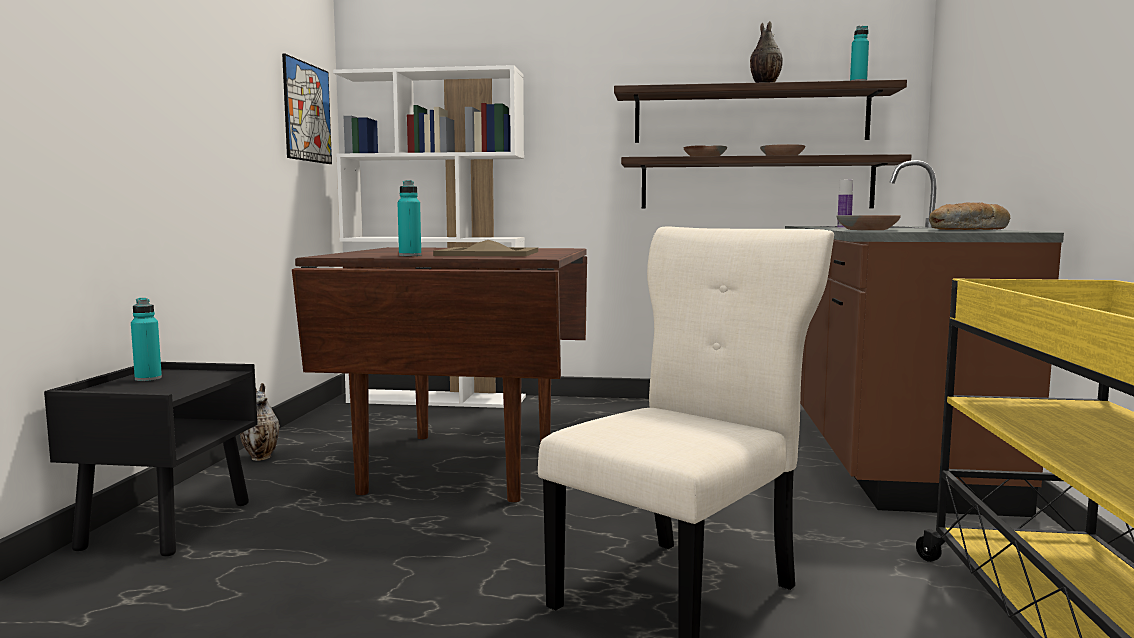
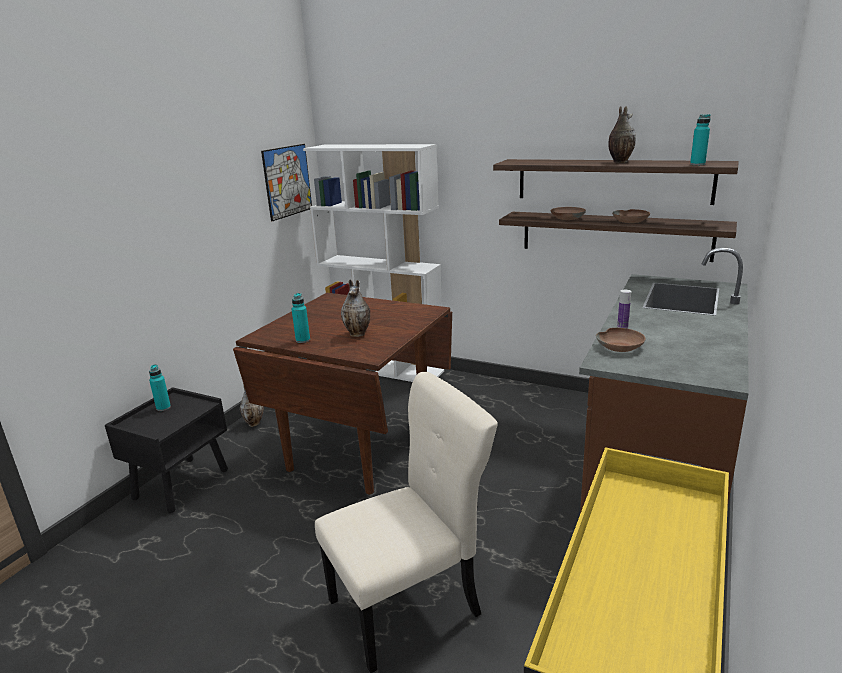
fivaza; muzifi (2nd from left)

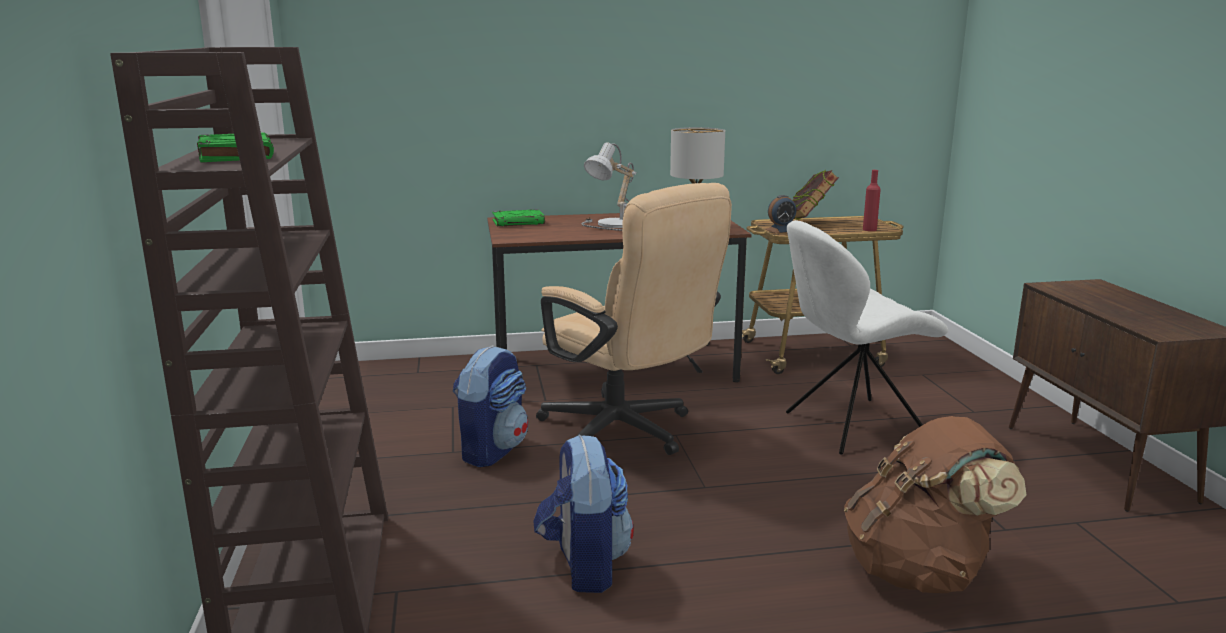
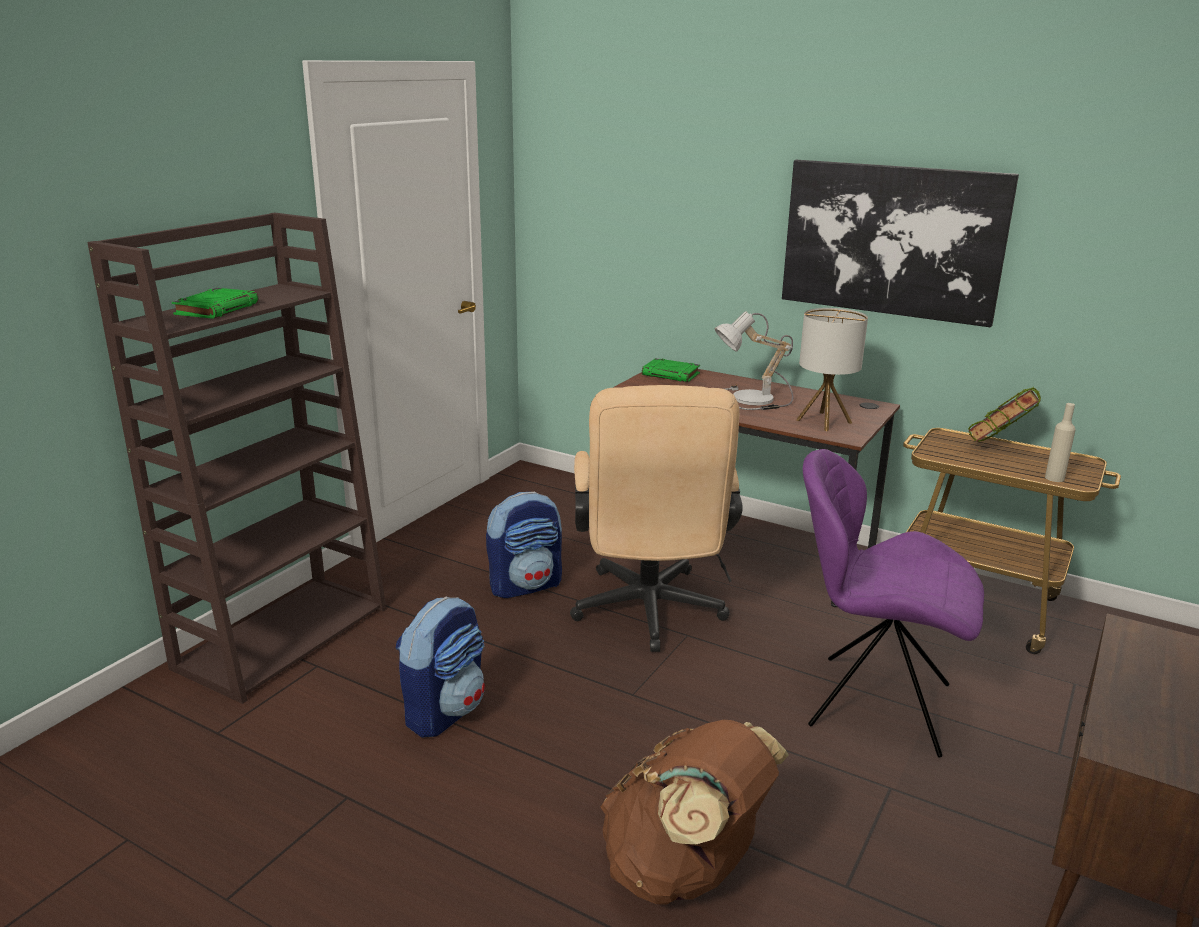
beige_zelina; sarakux; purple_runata; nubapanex

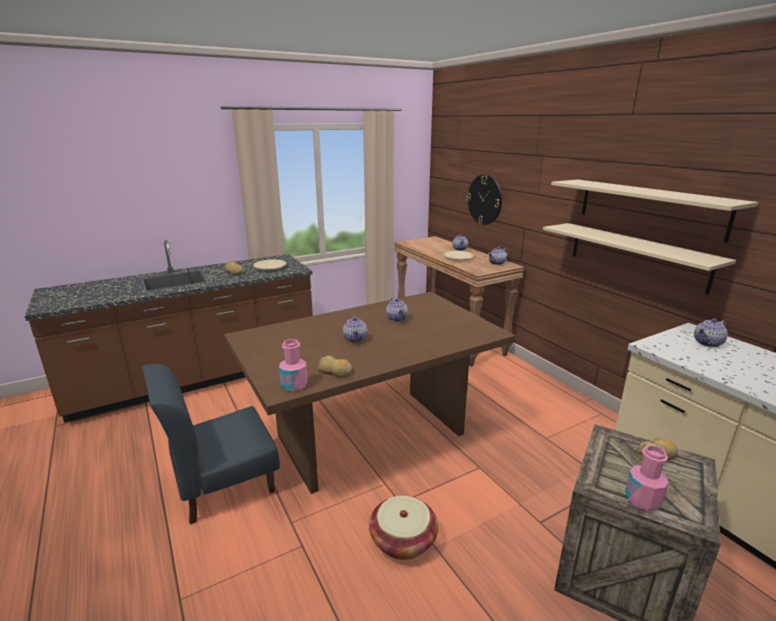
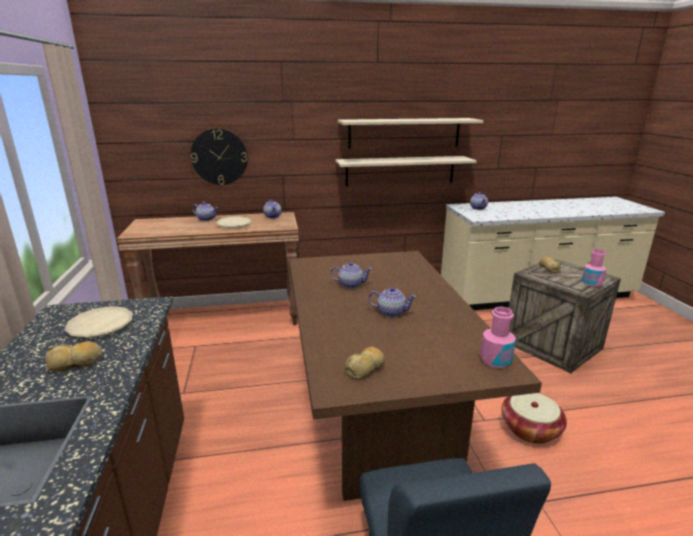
fivaza (2nd from left)

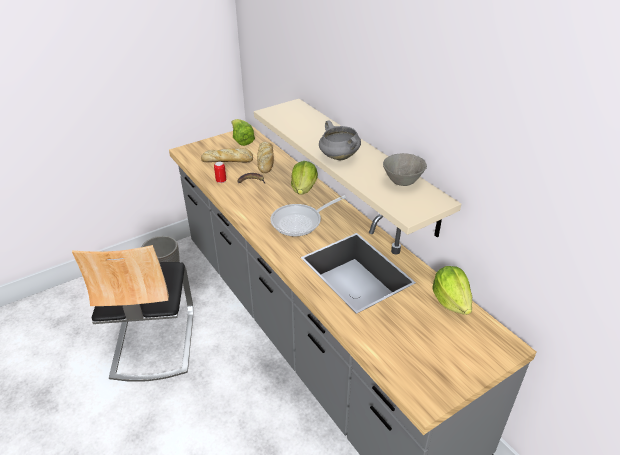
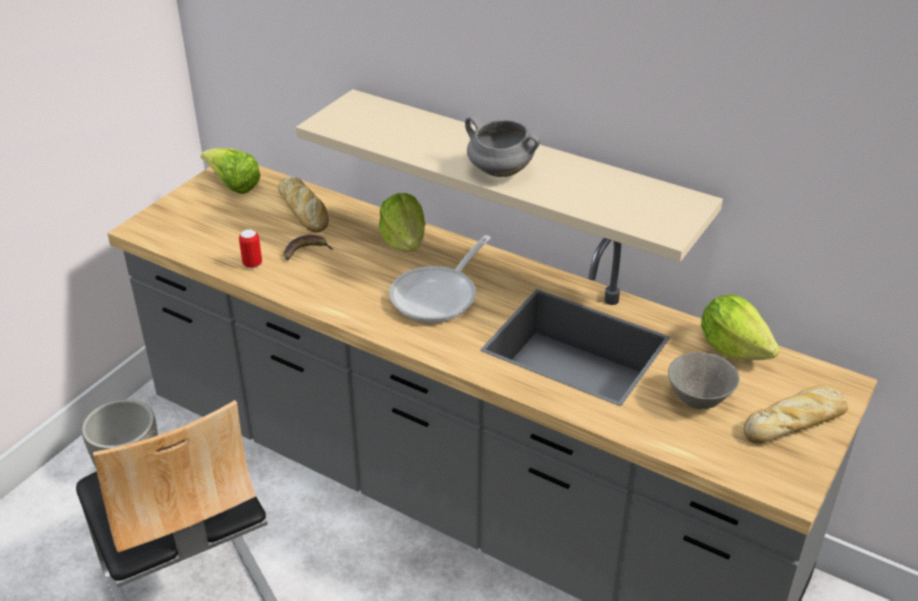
fivaza (2nd from left); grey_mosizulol

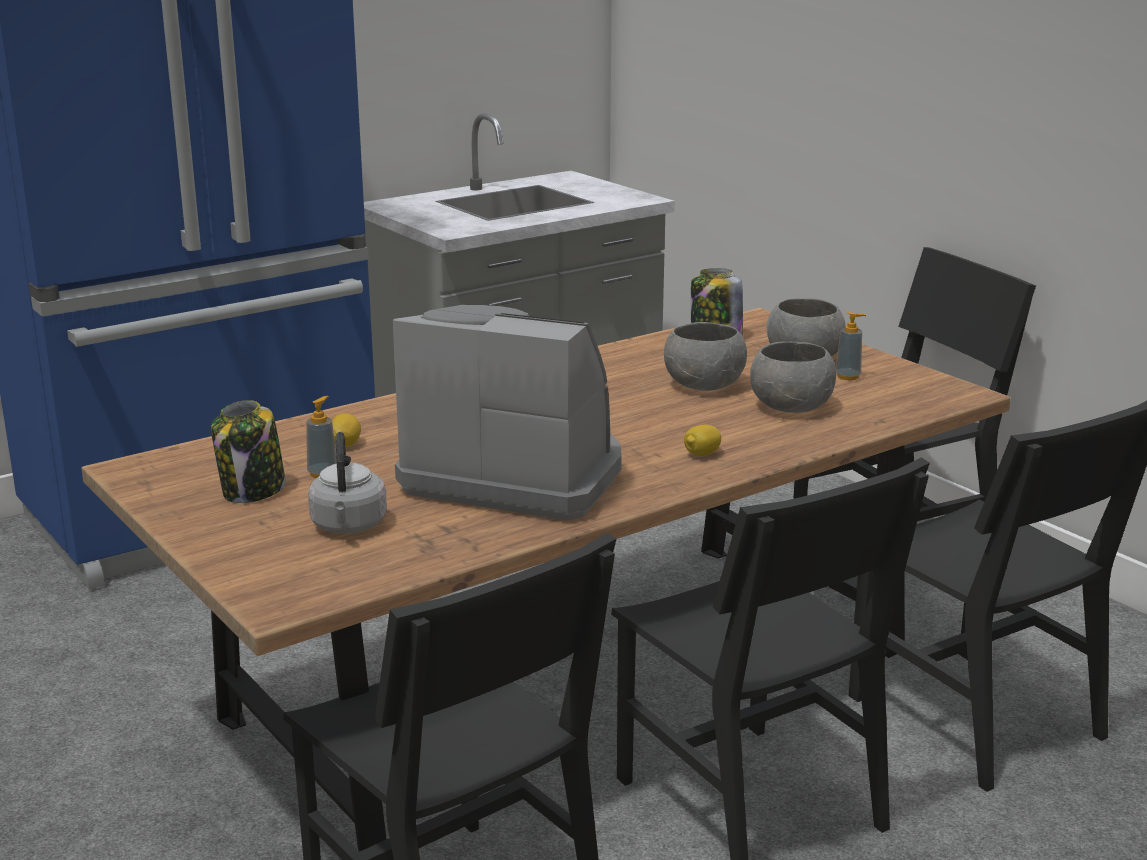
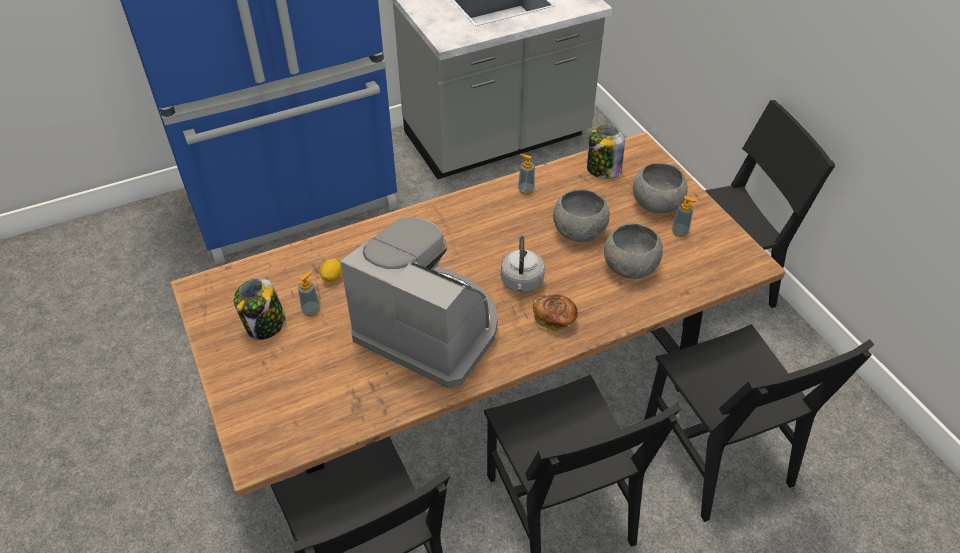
fivaza; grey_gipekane; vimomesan (2nd from left)

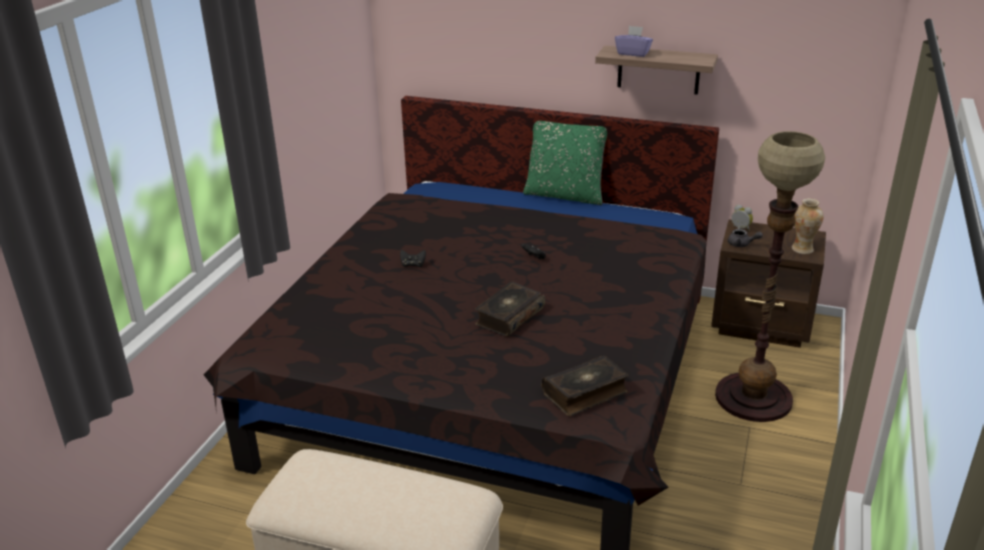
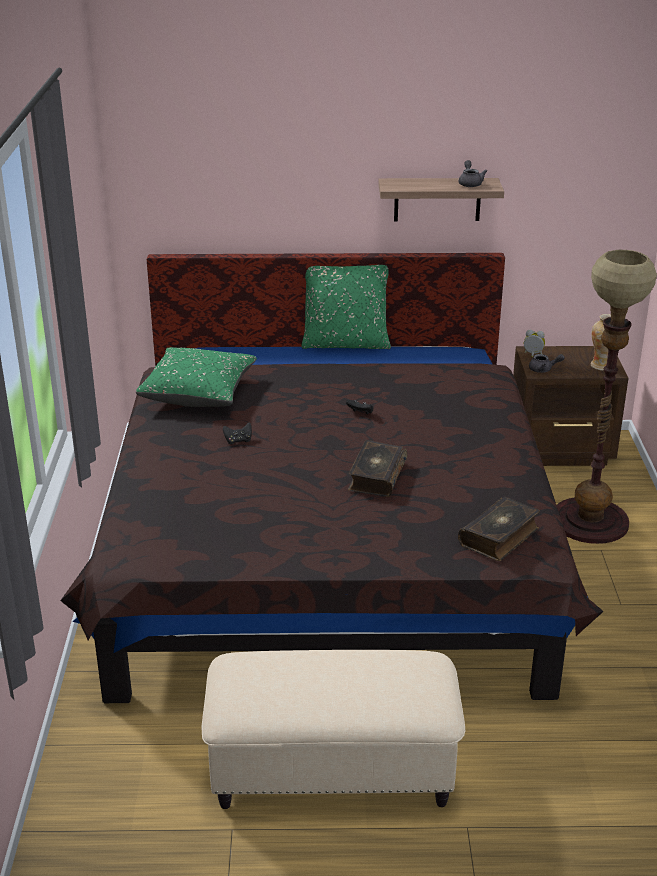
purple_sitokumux; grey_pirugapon (1st from left); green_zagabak (1st from left)

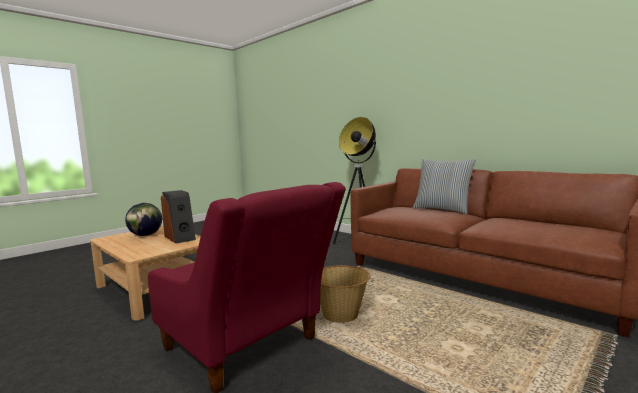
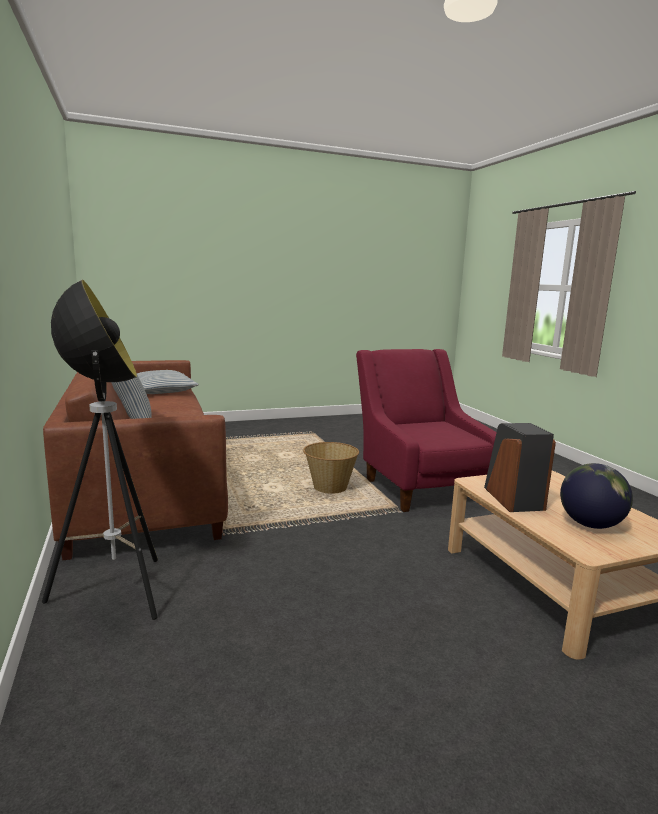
zagabak (2nd from left)

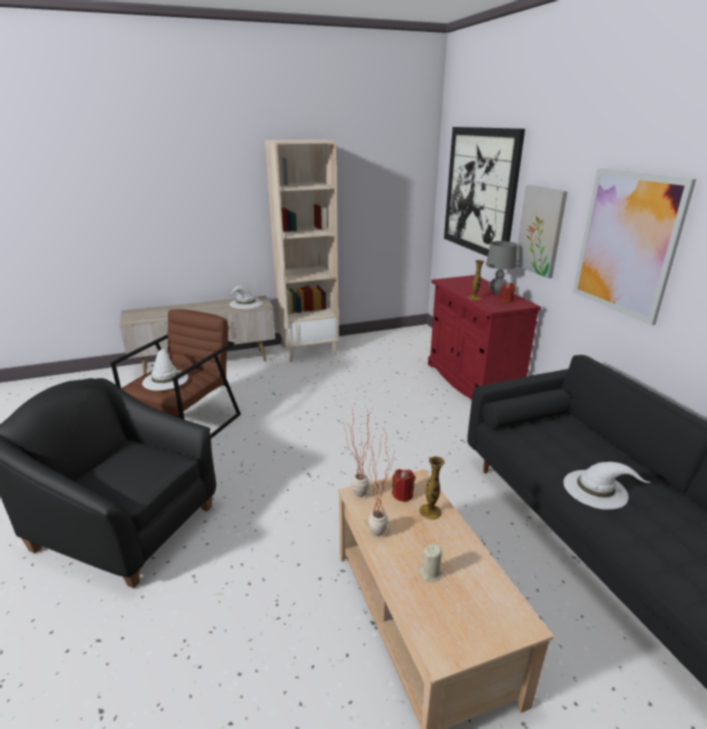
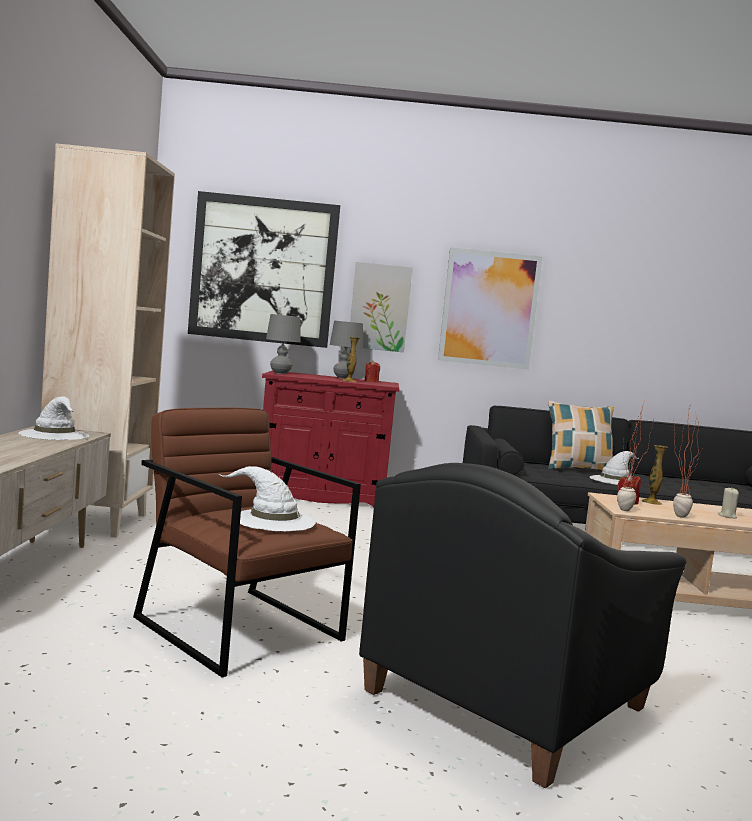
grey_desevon (1st from left); zagabak

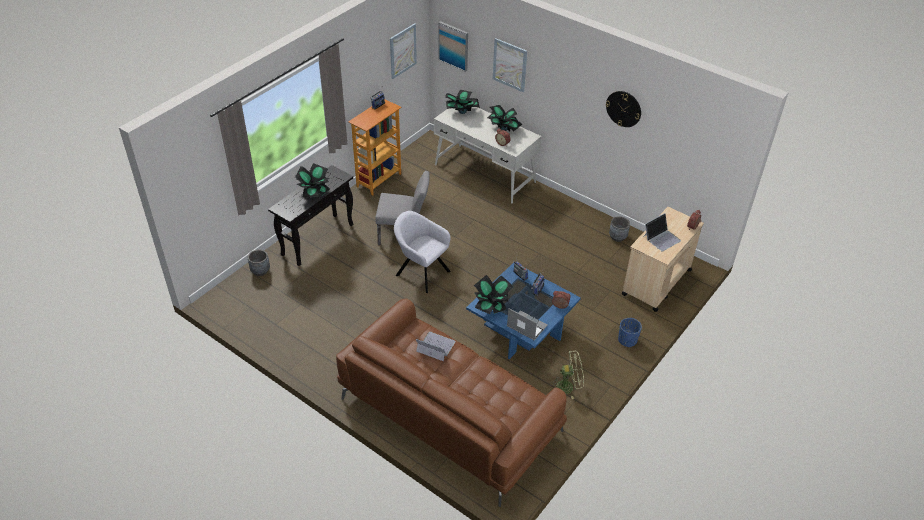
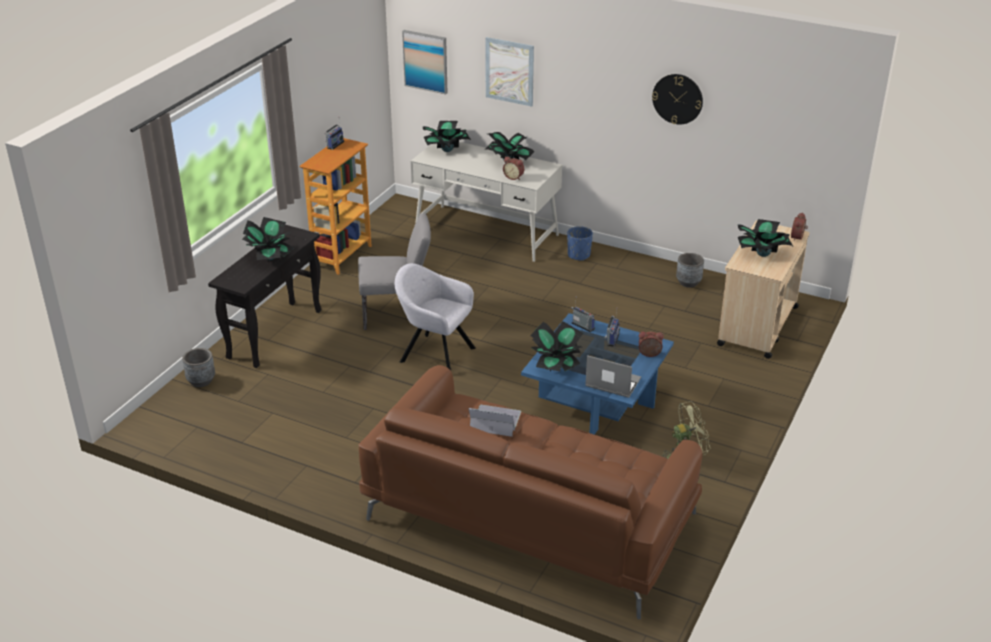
nubapanex (1st from left in the first image); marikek (5th from left); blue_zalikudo

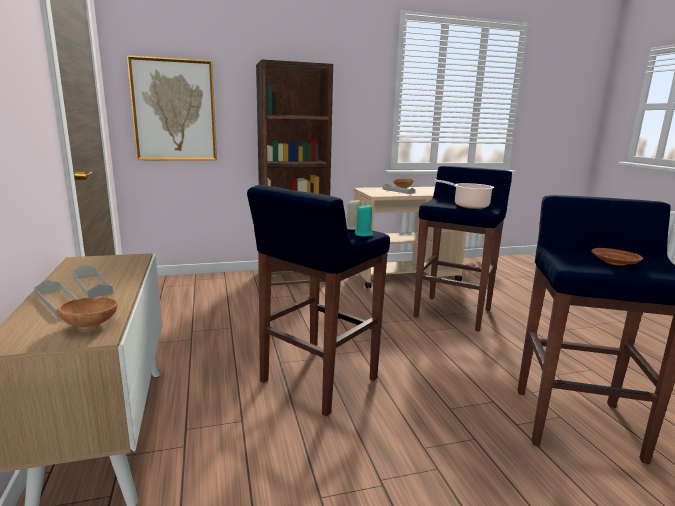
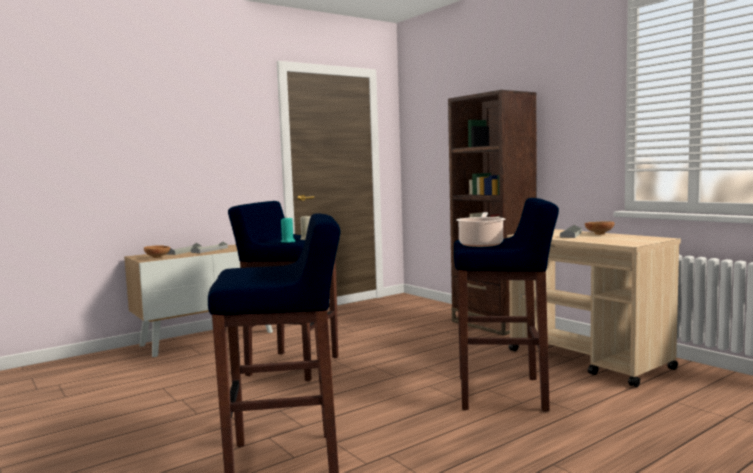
nubapanex; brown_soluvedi

